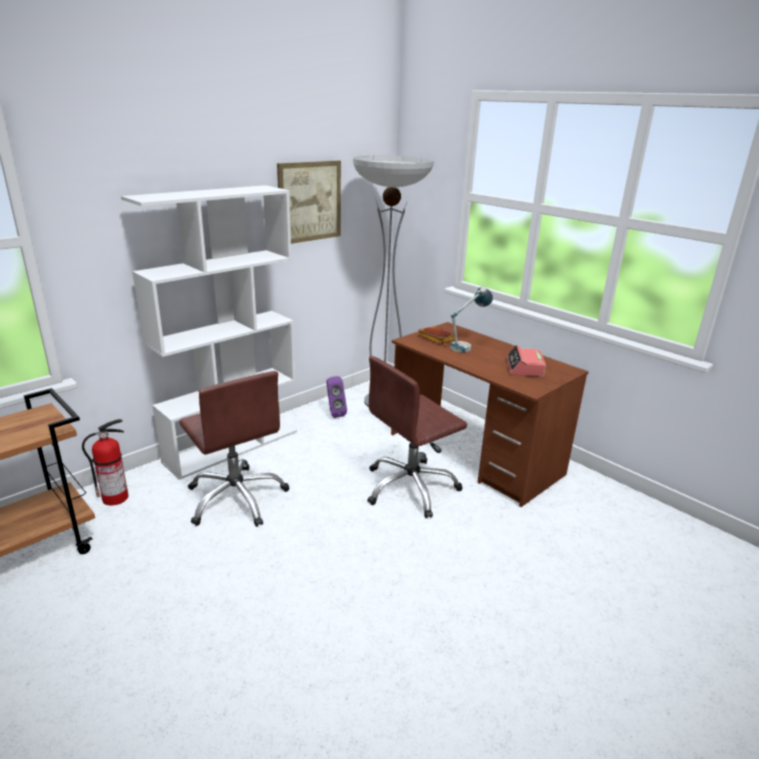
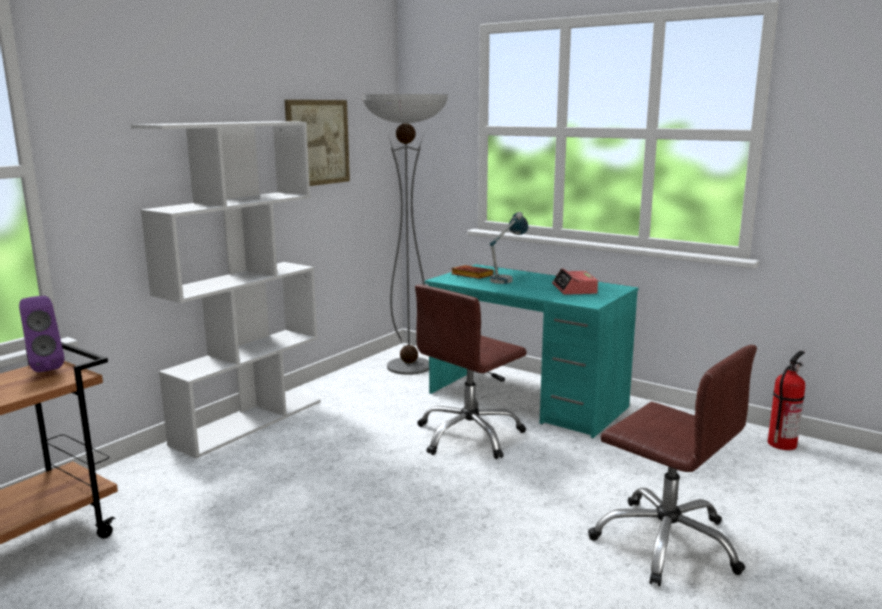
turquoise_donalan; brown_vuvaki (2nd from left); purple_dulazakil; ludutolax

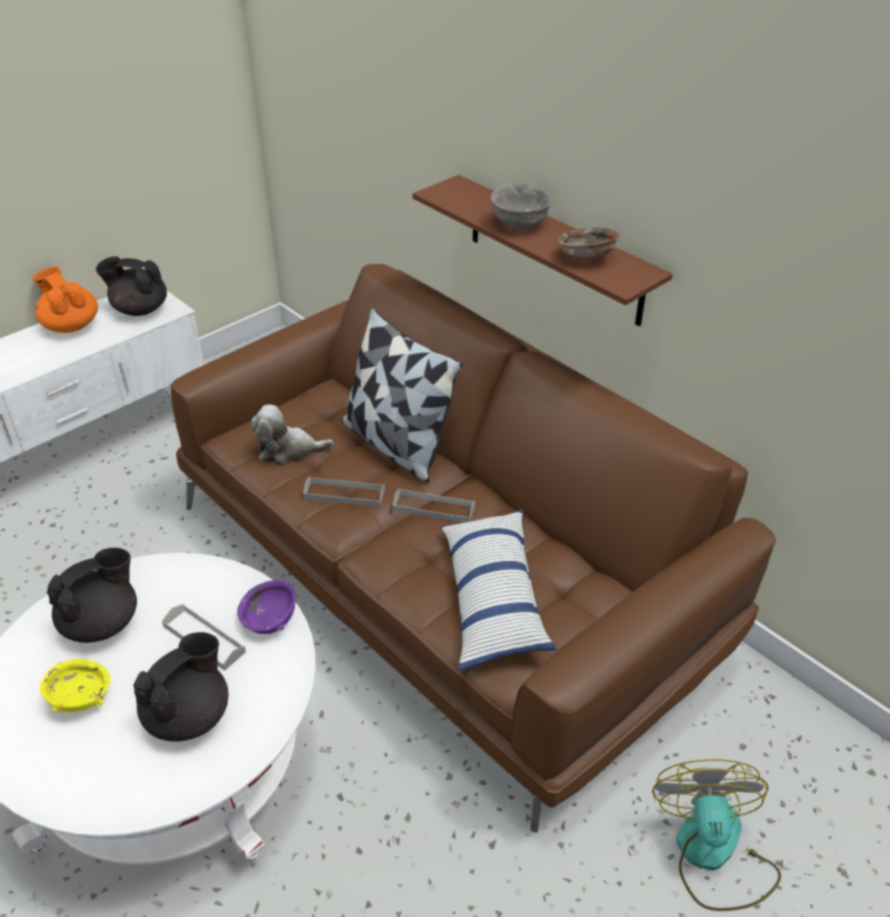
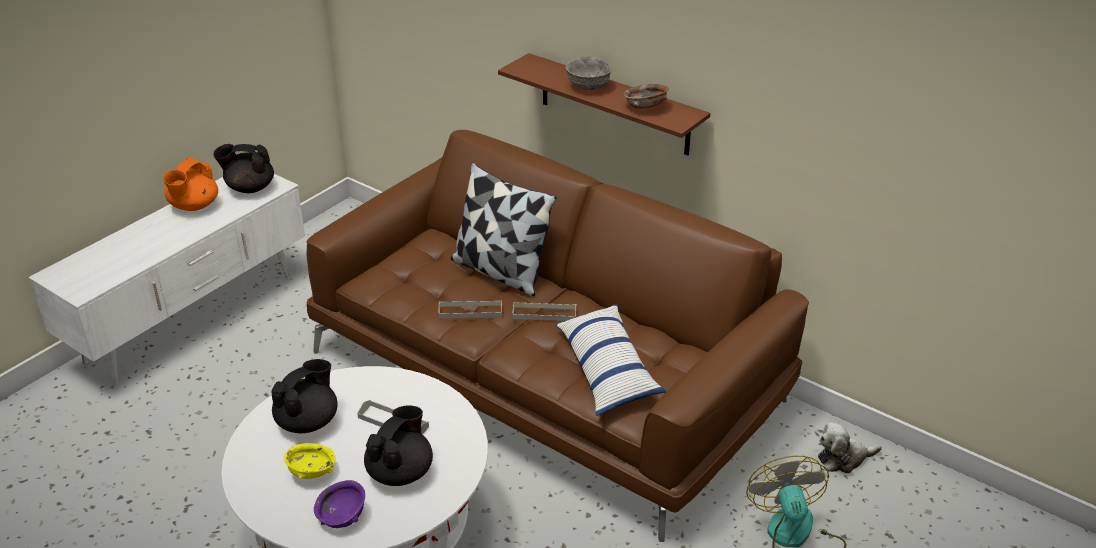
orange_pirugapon; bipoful; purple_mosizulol

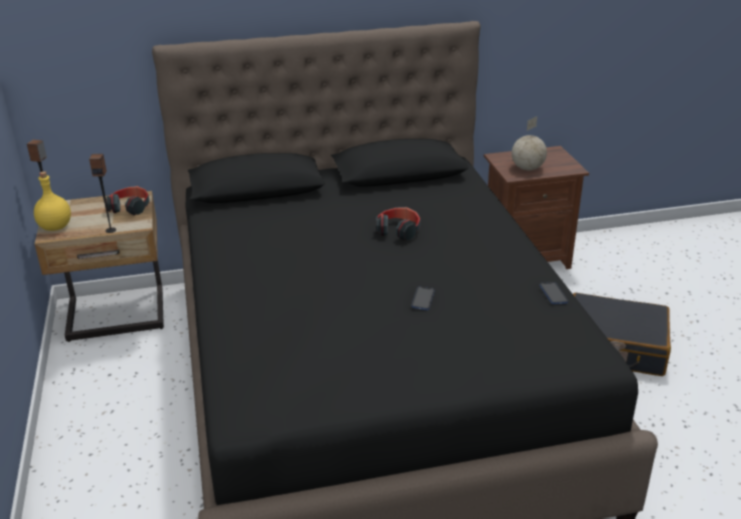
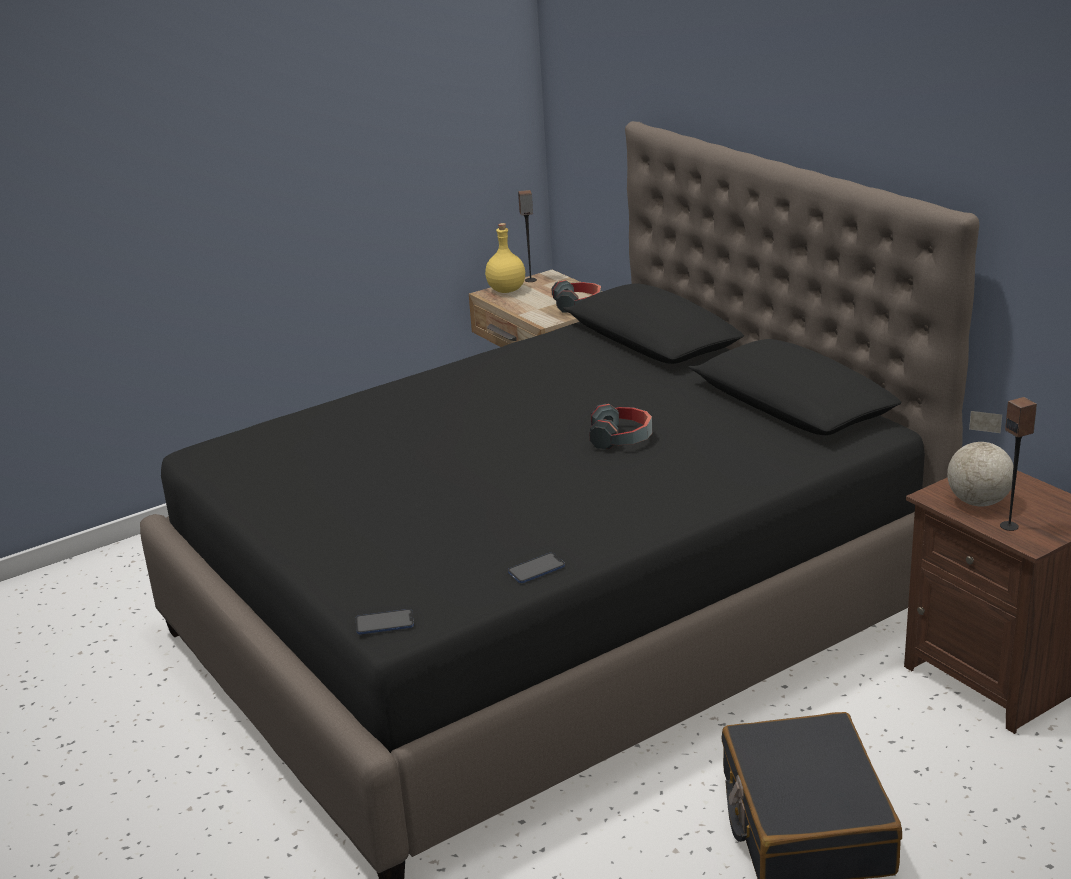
dulazakil (2nd from left); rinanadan (1st from left)

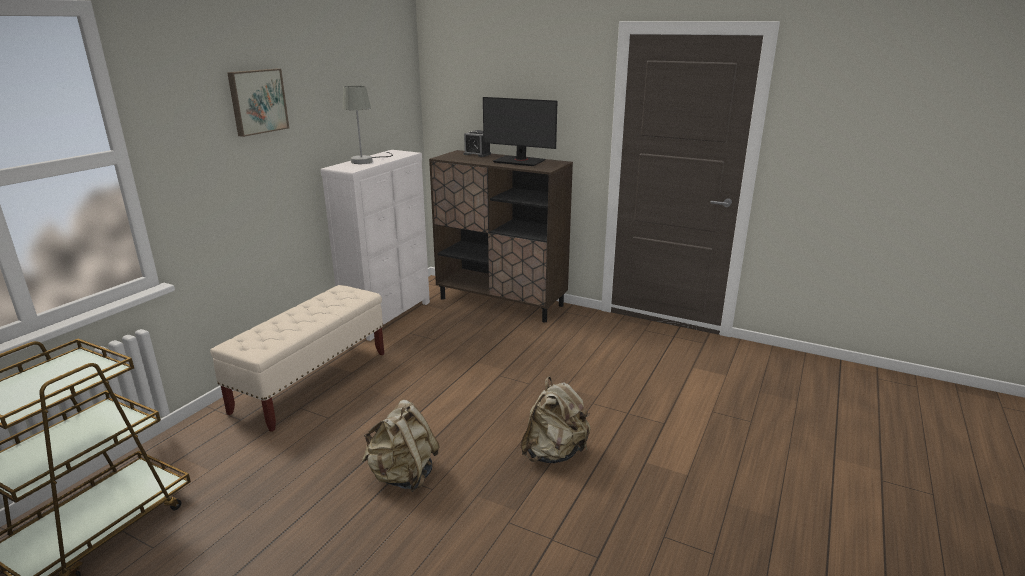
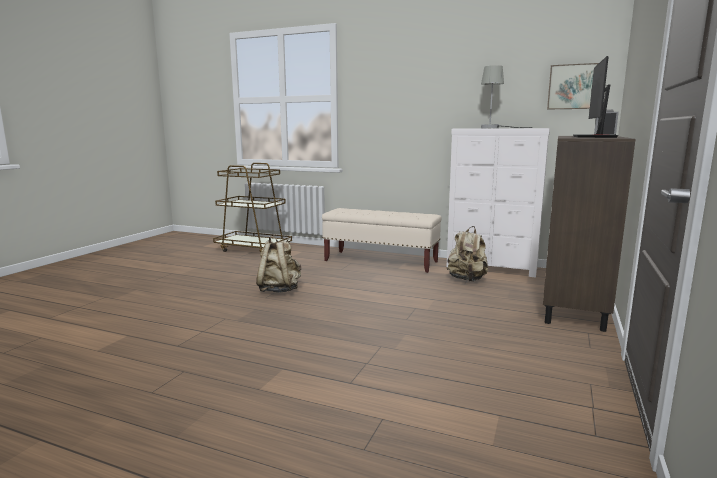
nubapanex; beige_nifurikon (2nd from left)

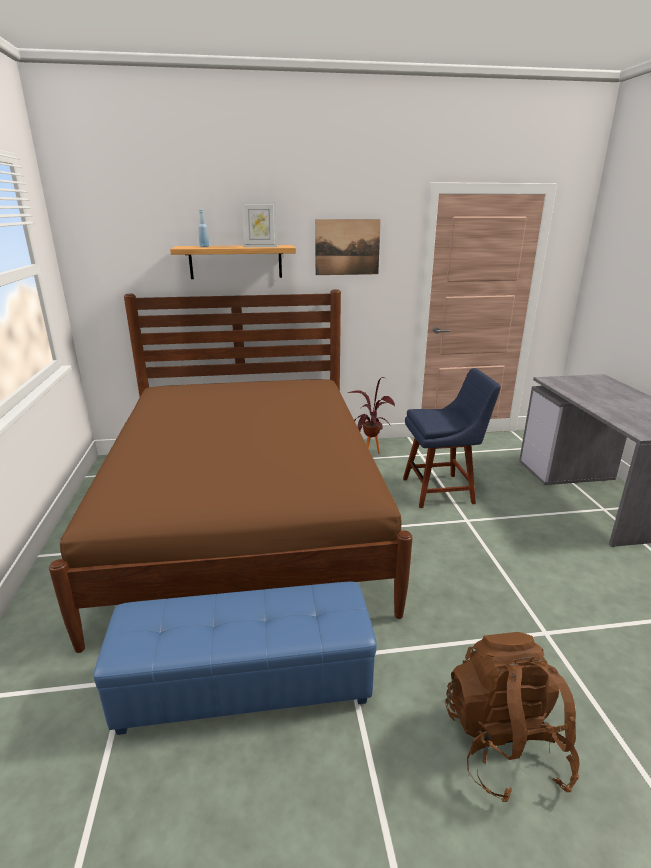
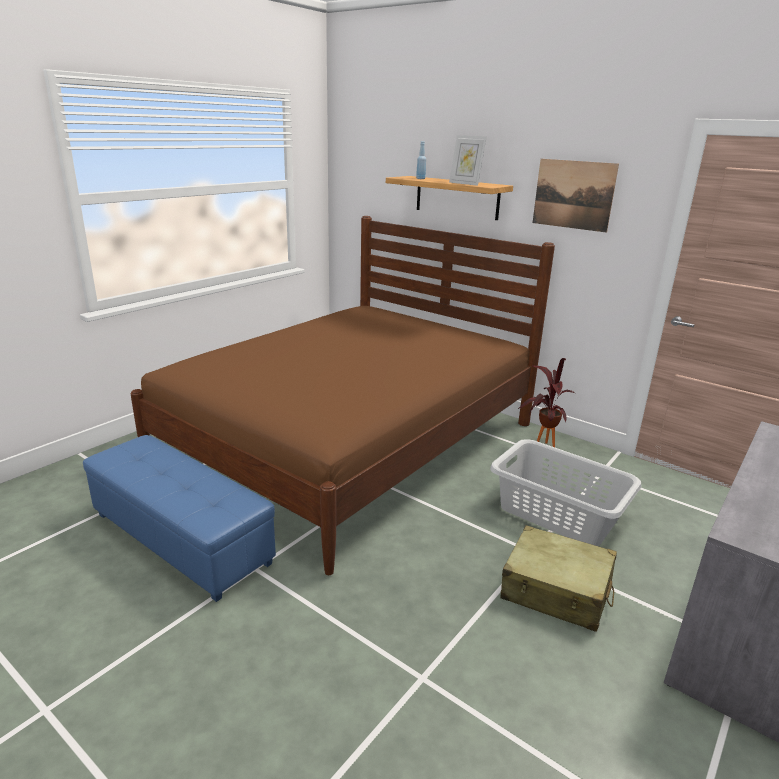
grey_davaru; brown_nifurikon; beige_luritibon

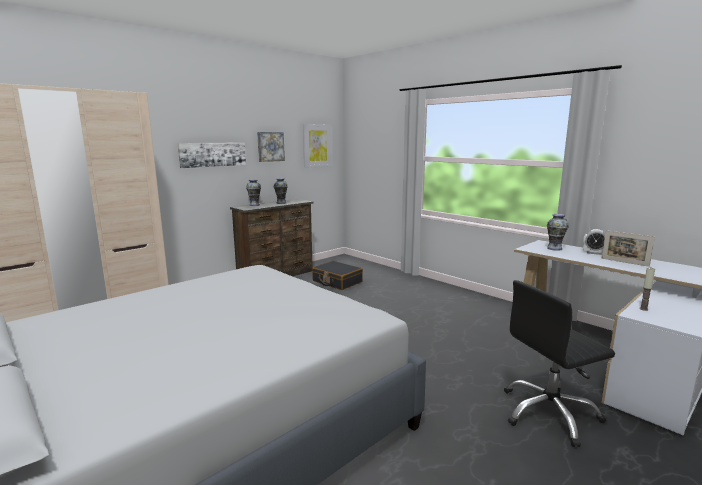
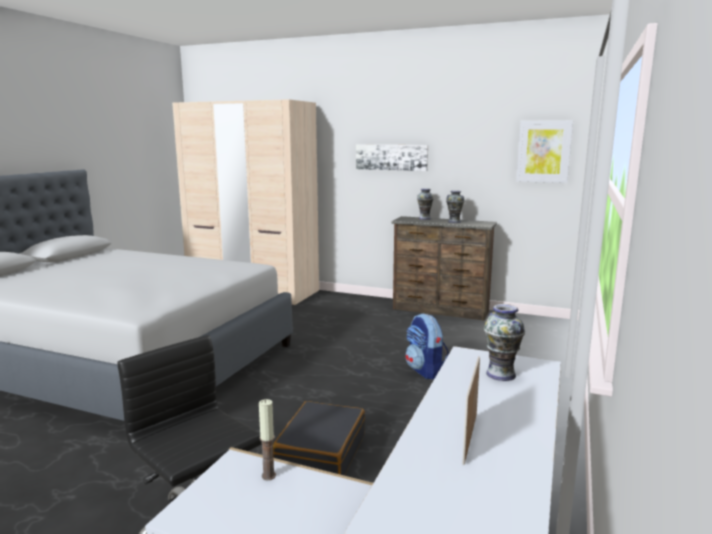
nubapanex (2nd from left in the first image); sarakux; black_luritibon; nifurikon

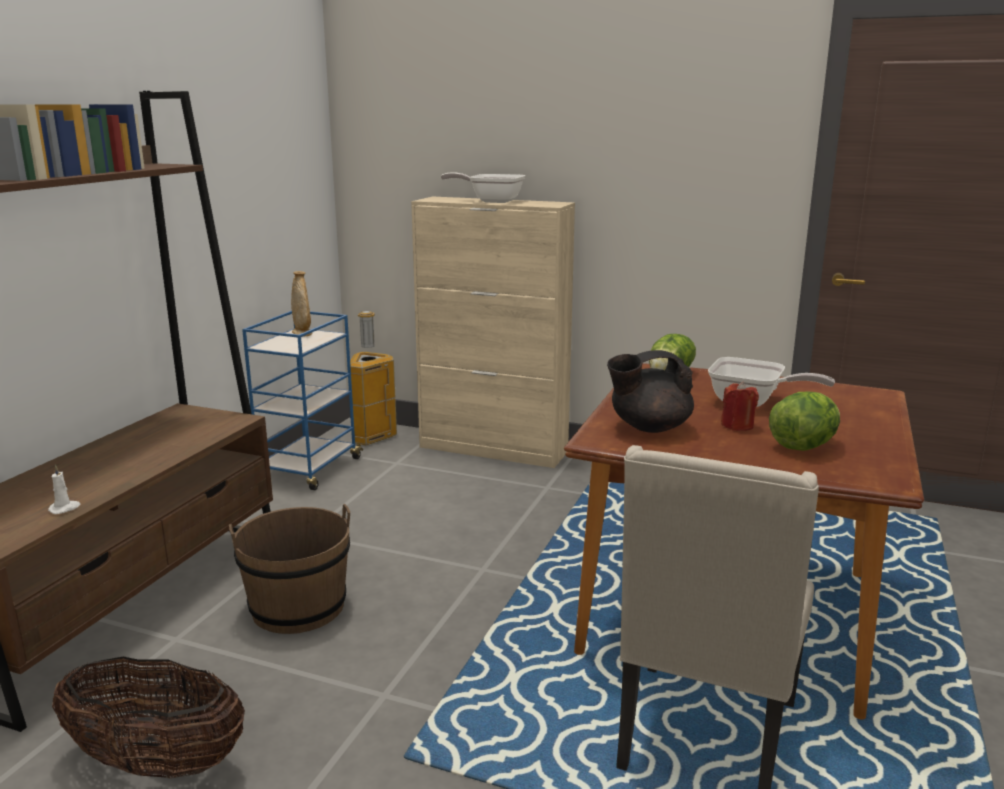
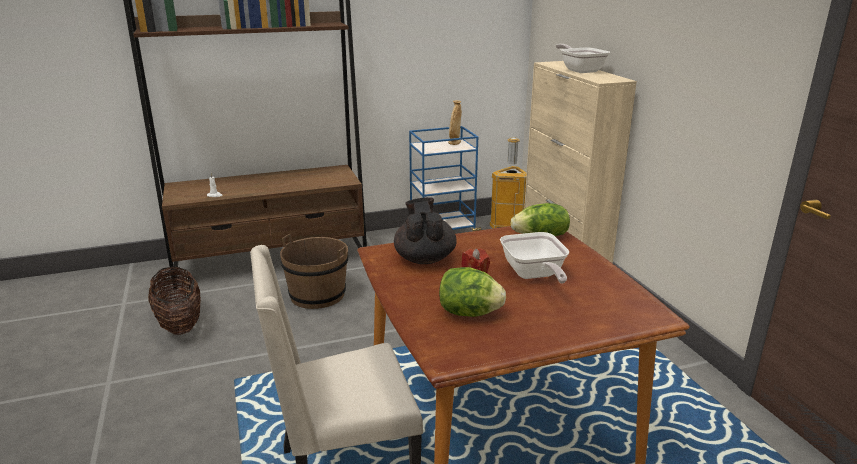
black_pirugapon

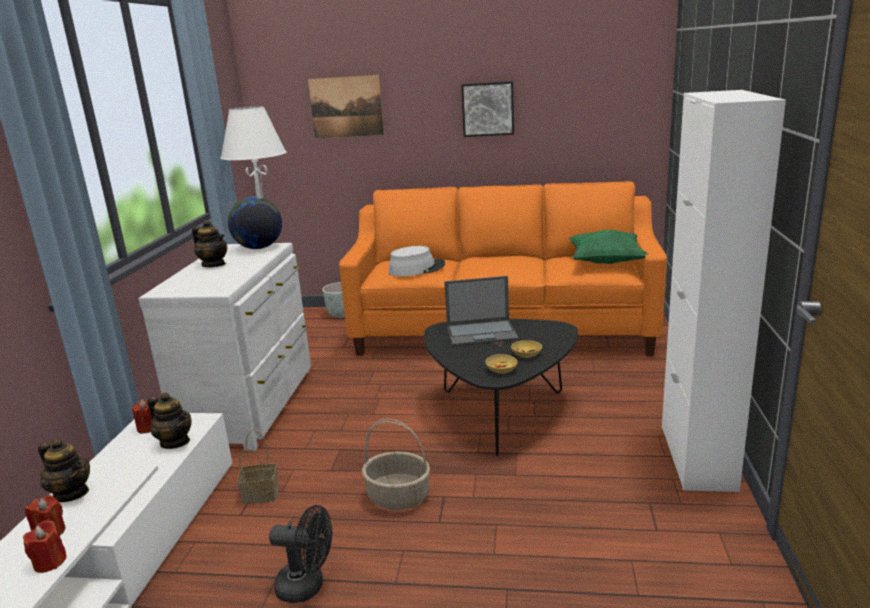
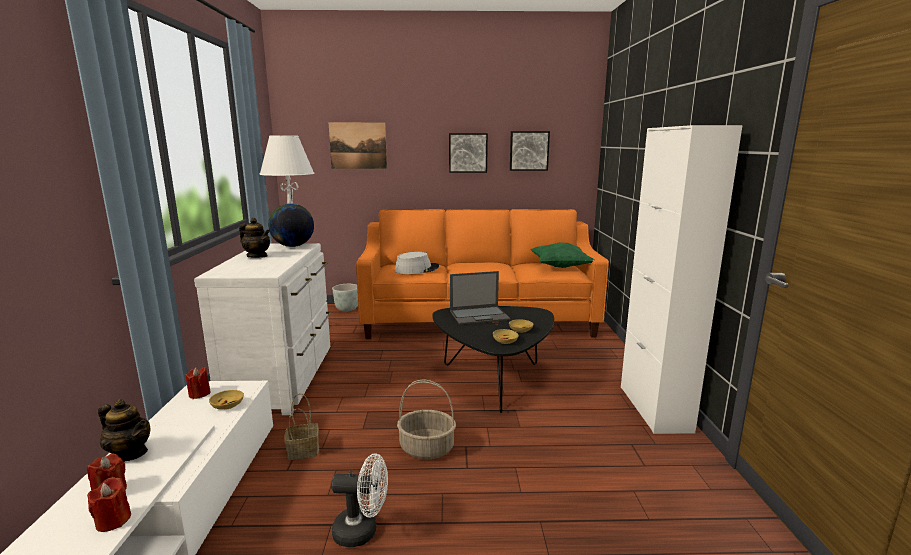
beige_mosizulol (1st from left); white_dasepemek; nubapanex (3rd from left)

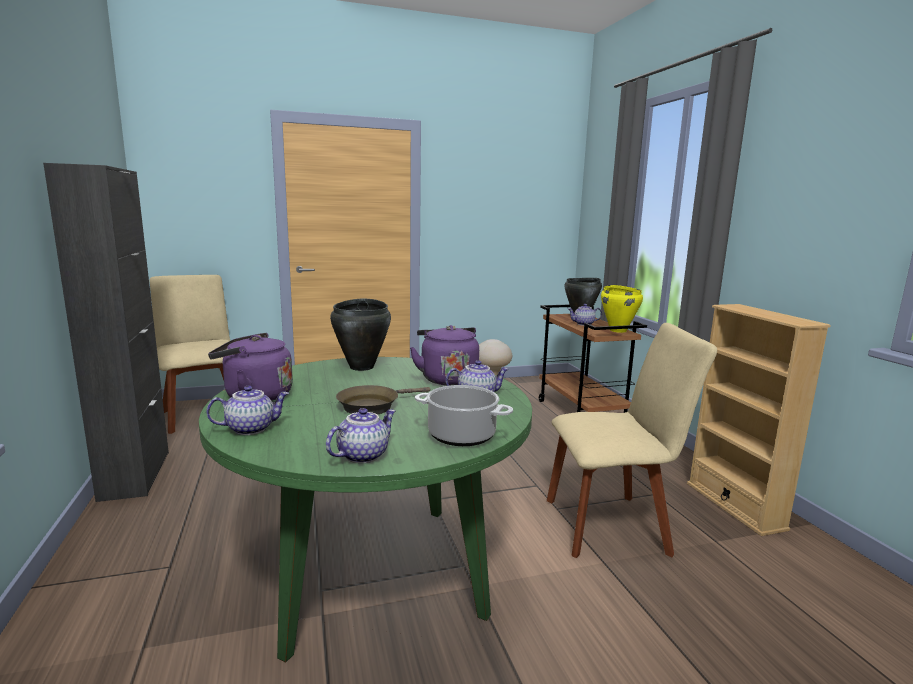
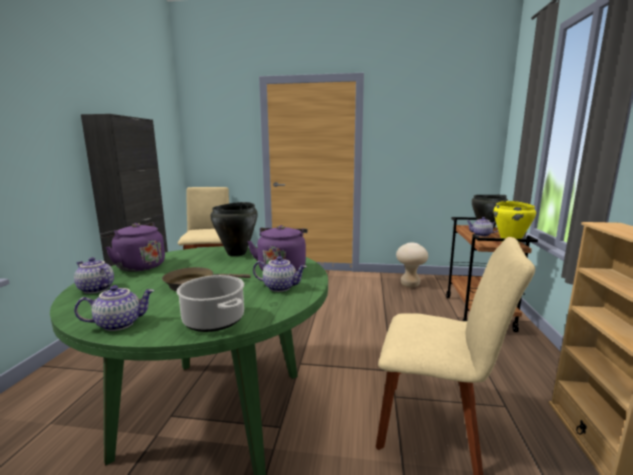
pirugapon (1st from left)

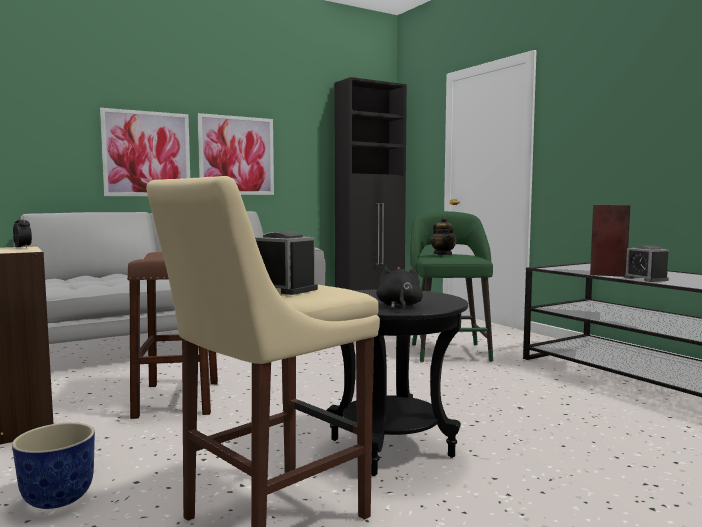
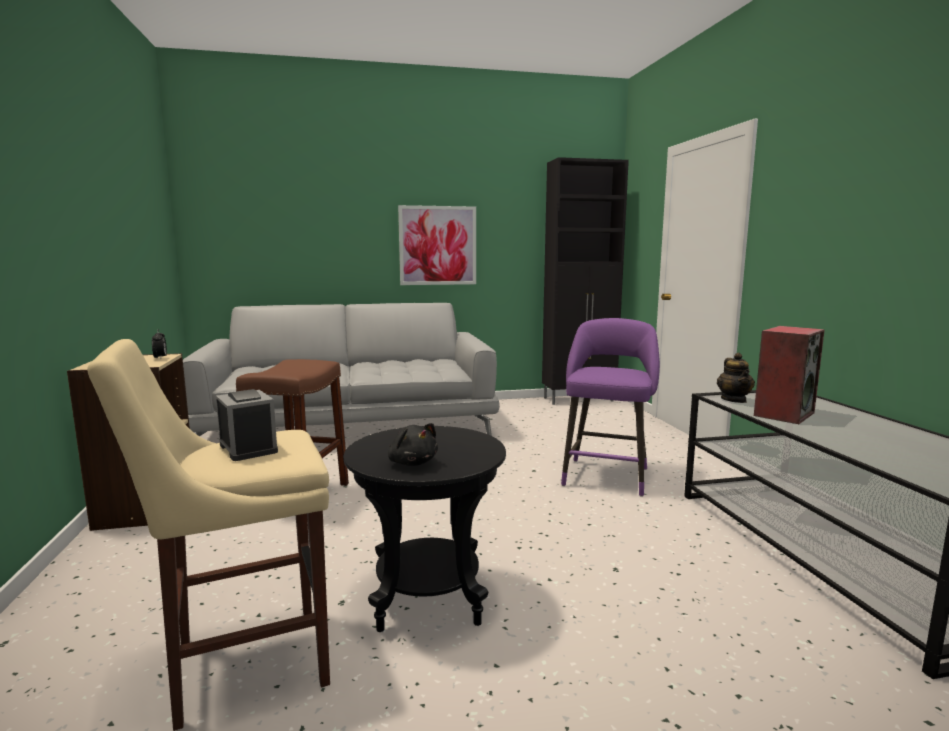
nubapanex (1st from left in the first image); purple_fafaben; pirugapon; sarakux (3rd from left in the first image); black_bipoful; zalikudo

